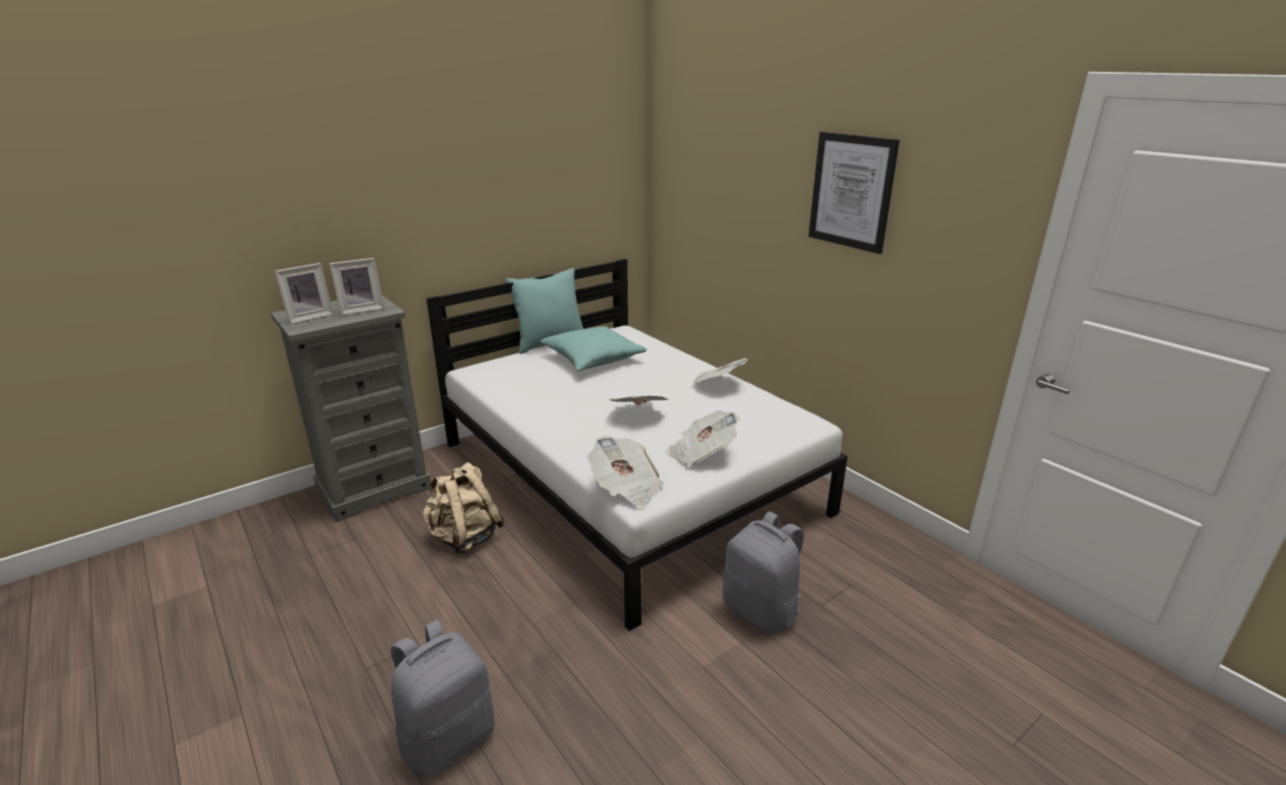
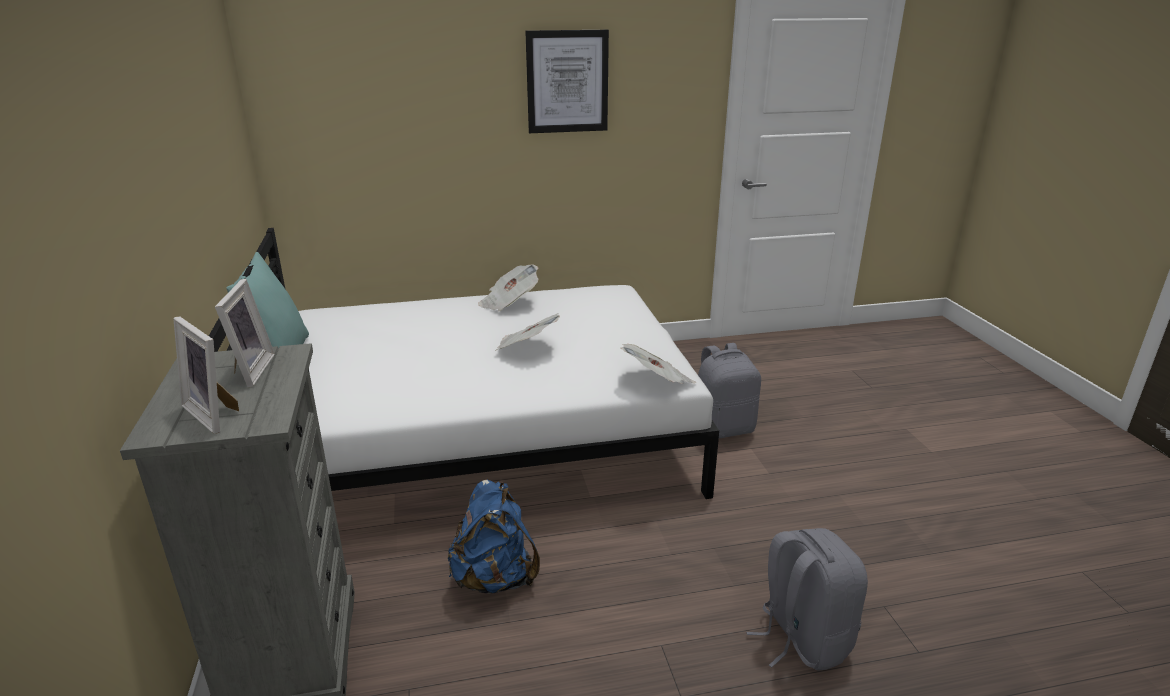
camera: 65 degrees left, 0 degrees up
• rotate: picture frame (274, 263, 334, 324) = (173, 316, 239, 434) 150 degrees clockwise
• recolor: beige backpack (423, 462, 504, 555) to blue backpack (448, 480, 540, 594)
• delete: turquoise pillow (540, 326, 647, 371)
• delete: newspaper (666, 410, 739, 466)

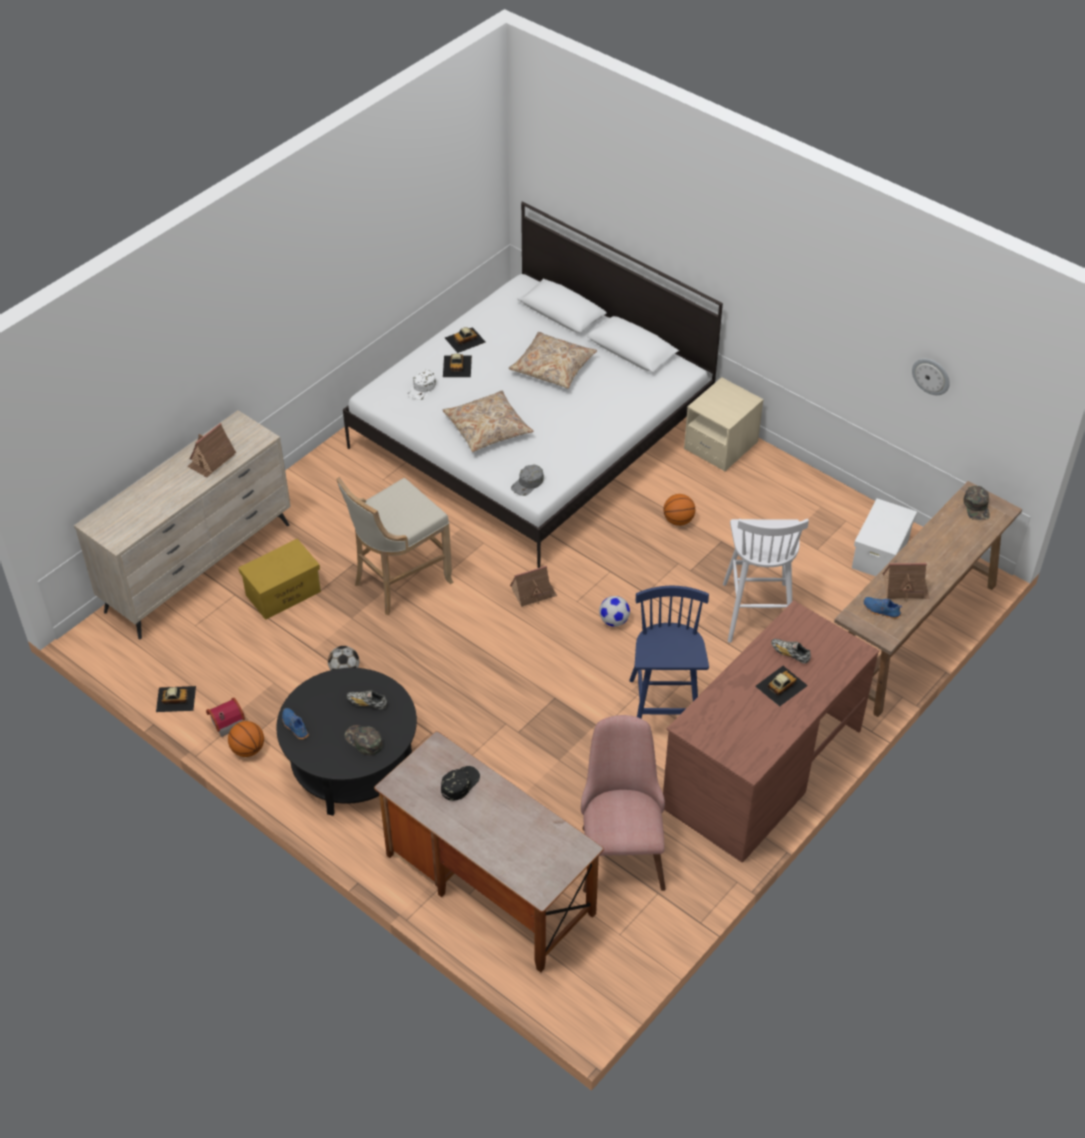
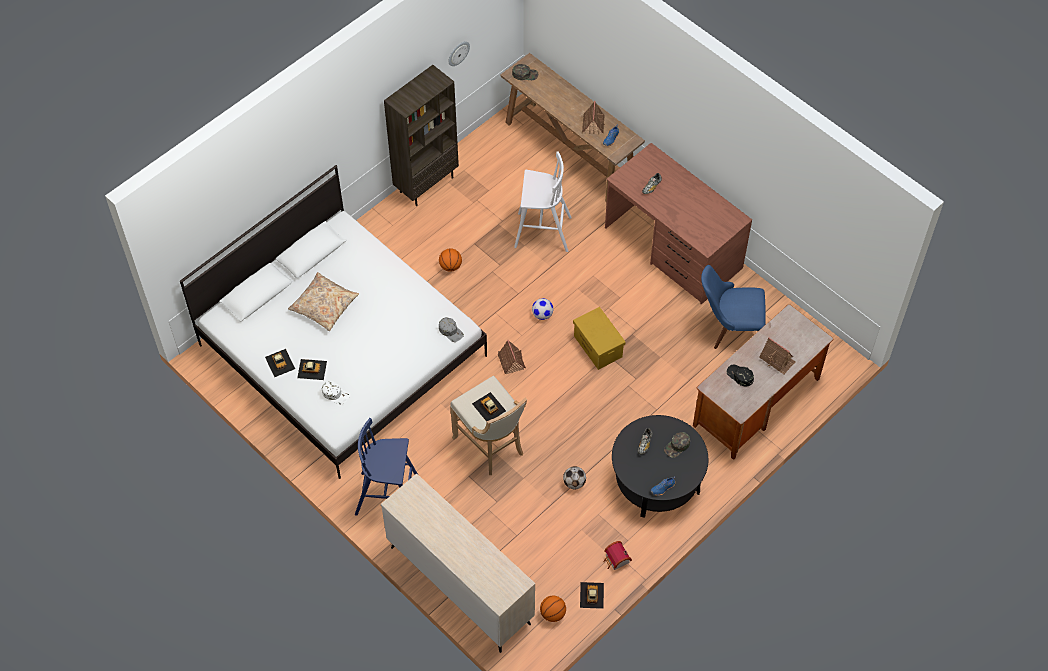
camera: 85 degrees left, 10 degrees up
• move: toy house (187, 423, 236, 477) to (759, 337, 795, 374)
• move: basketball (228, 721, 264, 757) to (540, 596, 566, 622)
• move: yellow storage box (238, 539, 321, 620) to (573, 307, 626, 370)
• delete: beige pillow (442, 391, 533, 452)
• recolor: pink chair (581, 715, 666, 893) to blue chair (701, 265, 766, 349)
• move: blue stool (629, 586, 709, 719) to (355, 418, 418, 515)
• delete: beige nightstand (684, 377, 764, 472)
• move: toy car (756, 666, 808, 706) to (472, 392, 506, 422)
• delete: white storage box (852, 498, 917, 576)
• insert: brown bookcase (384, 65, 459, 206)

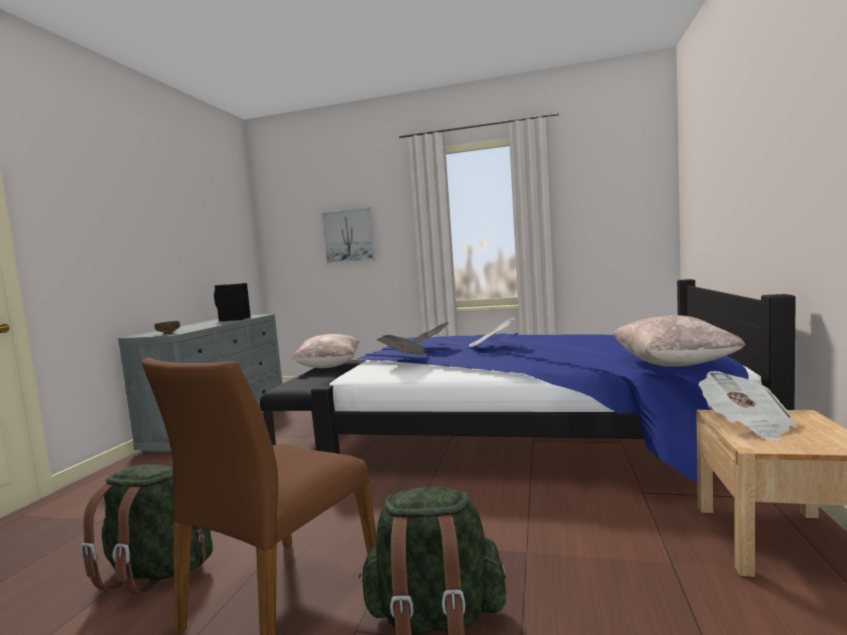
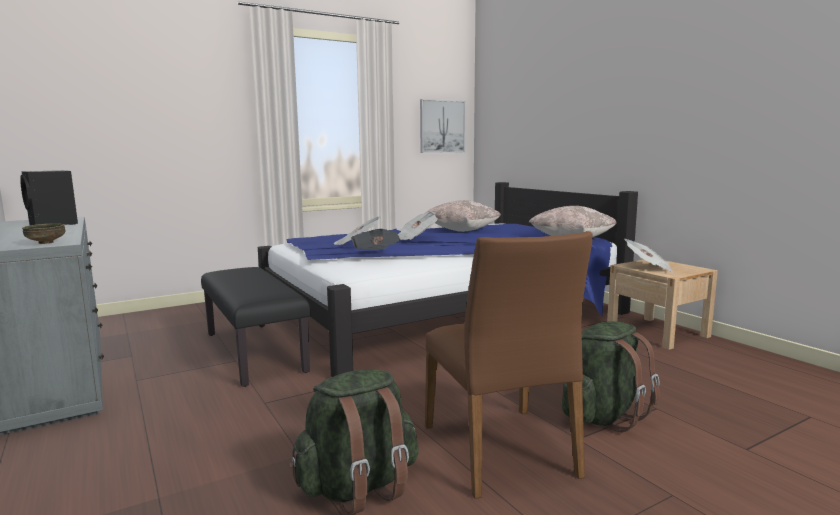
camera: 45 degrees left, 5 degrees up
• move: beige pillow (291, 334, 360, 368) to (425, 200, 501, 232)
• move: picture (321, 207, 375, 264) to (420, 99, 465, 153)

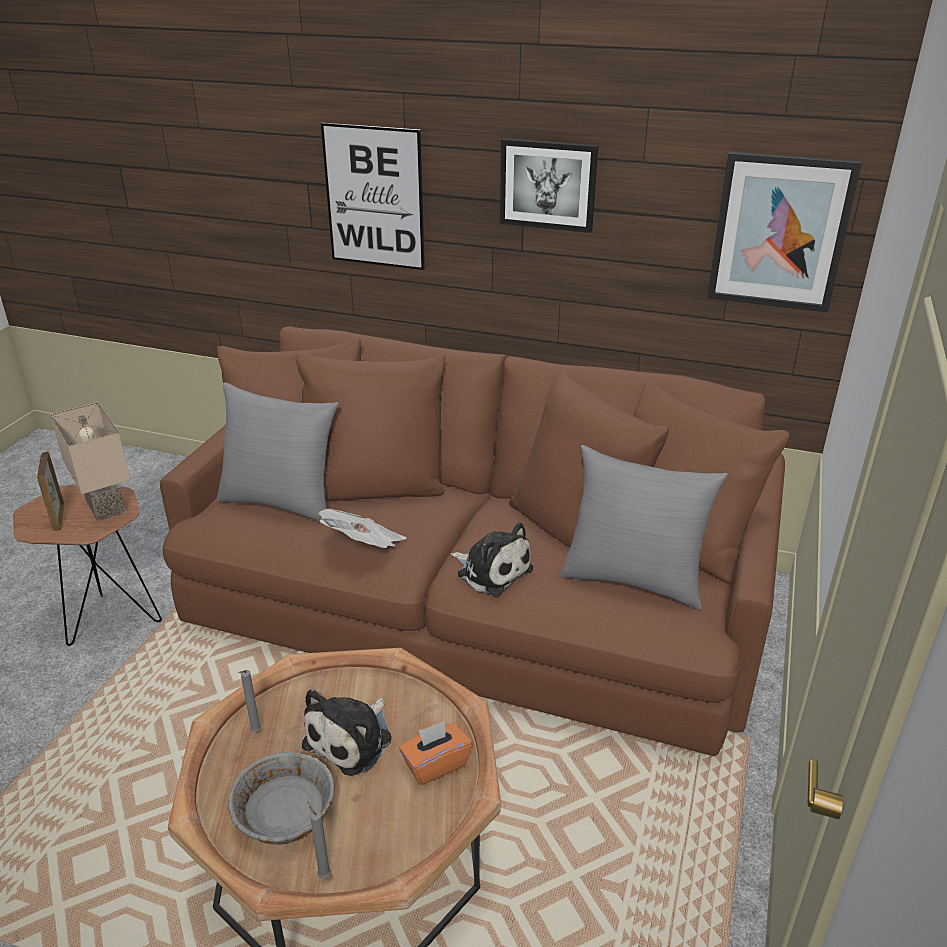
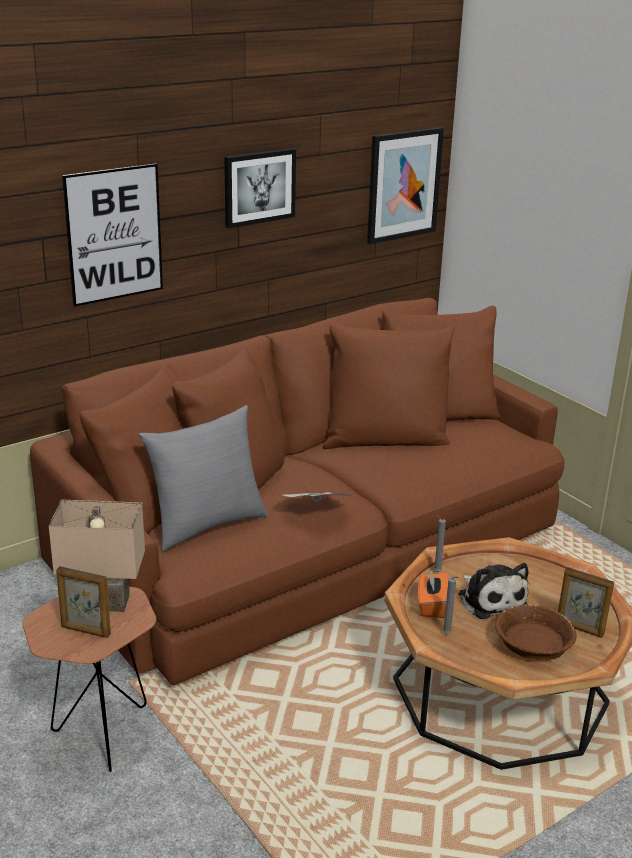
camera: 55 degrees left, 5 degrees down
• recolor: grey bowl (228, 752, 335, 845) to brown bowl (495, 604, 577, 660)
• move: grey candle (307, 801, 331, 879) to (434, 515, 446, 572)
• move: orange tissue box (399, 721, 472, 785) to (418, 569, 450, 618)
• delete: plush toy (451, 523, 533, 596)
• delete: grey pillow (560, 445, 728, 610)
• insert: picture frame (558, 567, 614, 638)

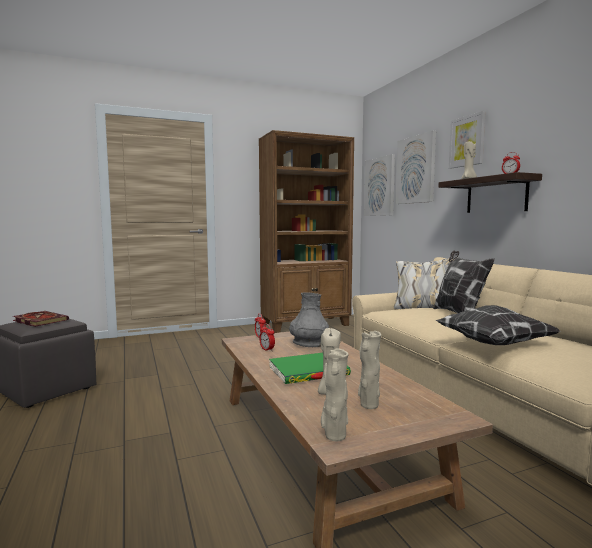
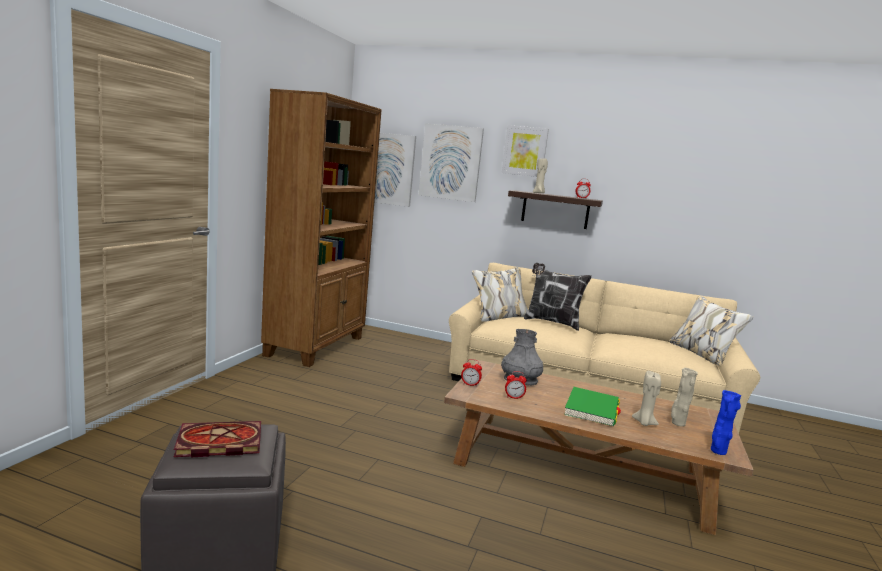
camera: 50 degrees left, 5 degrees up
• recolor: beige vase (321, 349, 349, 441) to blue vase (711, 390, 741, 455)
• delete: pillow (435, 305, 560, 345)

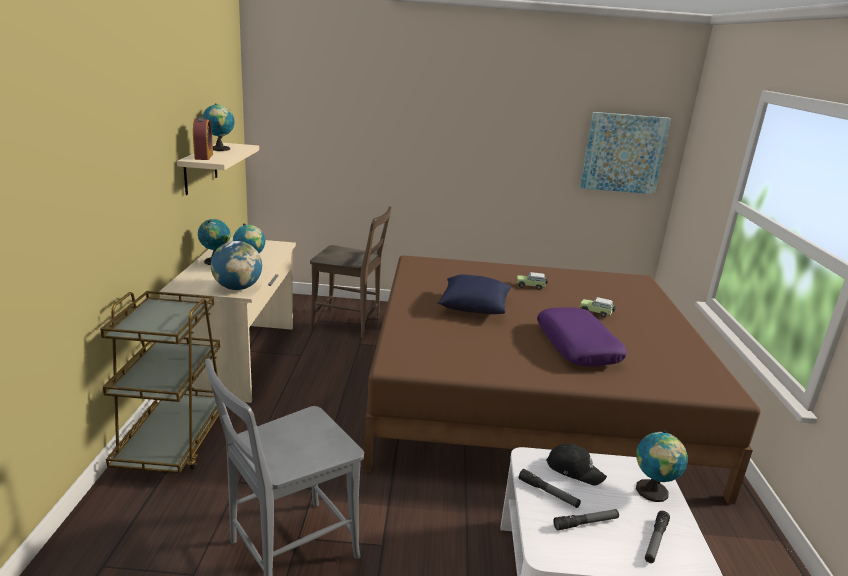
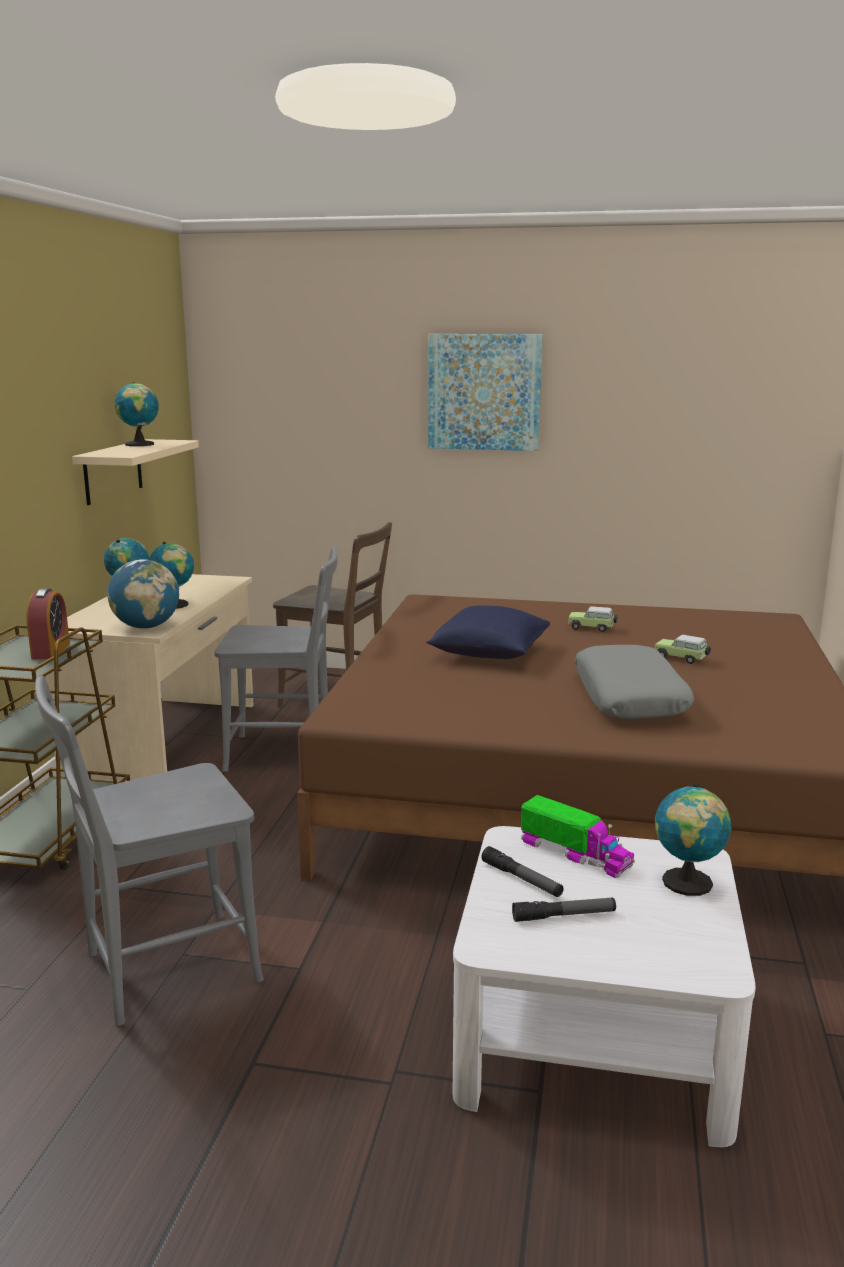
camera: 10 degrees right, 5 degrees down
• move: alarm clock (193, 117, 213, 160) to (26, 588, 70, 659)
• recolor: purple pillow (537, 307, 627, 366) to grey pillow (575, 645, 694, 719)
• replace: black cap (546, 443, 607, 486) to toy truck (521, 795, 635, 878)
• move: picture (580, 112, 671, 194) to (428, 334, 543, 451)
• delete: flashlight (645, 511, 670, 563)
• insert: grey chair (215, 546, 338, 772)

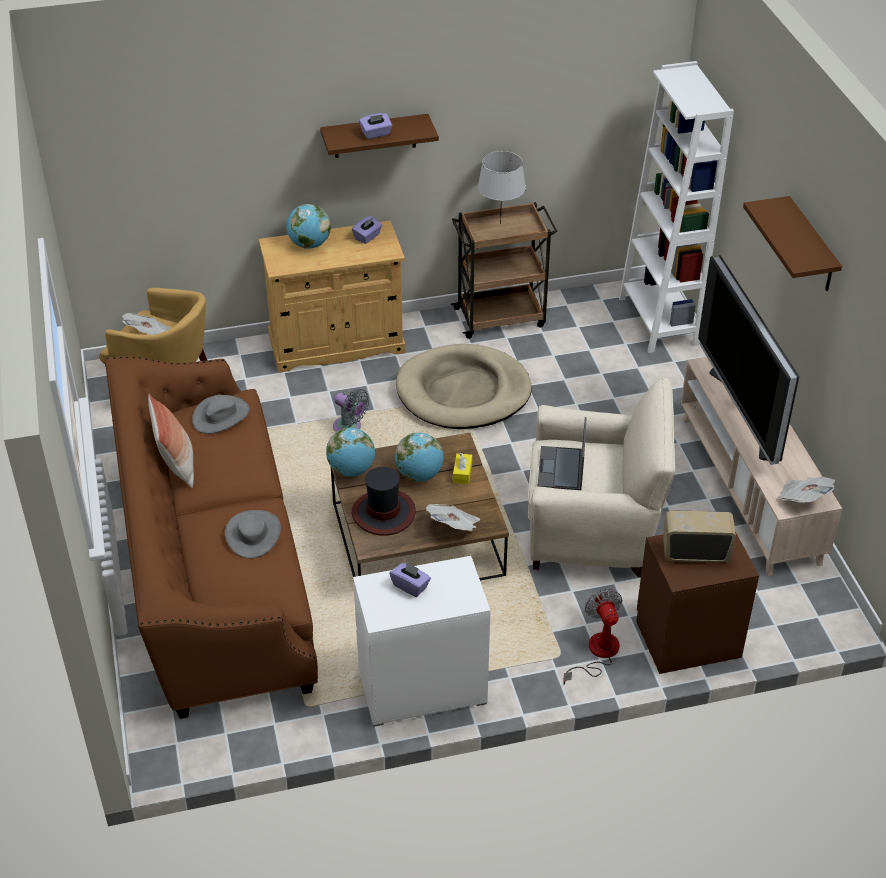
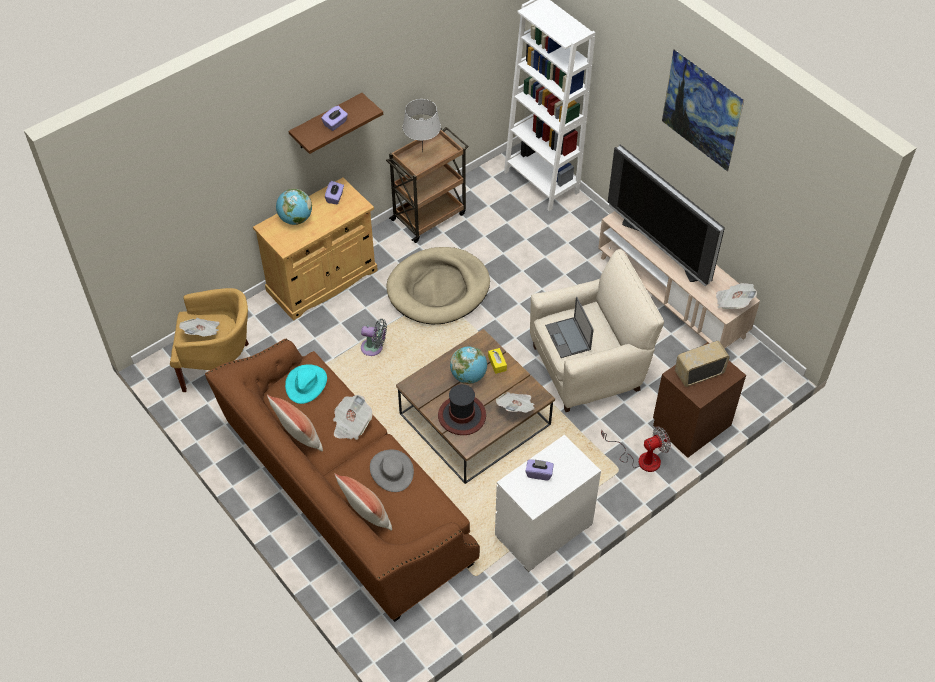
camera: 25 degrees left, 10 degrees up
• recolor: grey hat (192, 395, 250, 434) to turquoise hat (285, 364, 327, 404)
• delete: globe (326, 428, 375, 477)
• rotate: fan (563, 589, 622, 685) = (601, 426, 671, 472) 105 degrees clockwise
• replace: brown shelf (743, 196, 842, 291) to picture (662, 49, 744, 172)
• insert: newspaper (333, 395, 372, 440)
• insert: pillow (335, 473, 392, 531)

